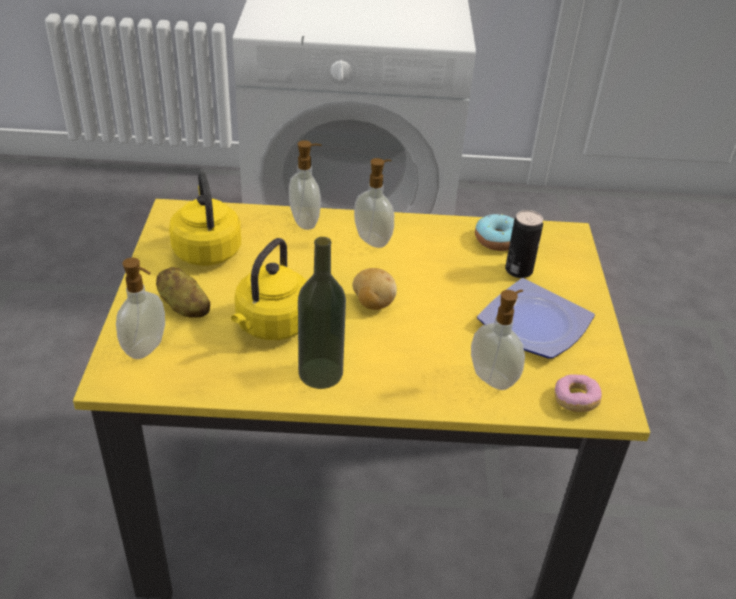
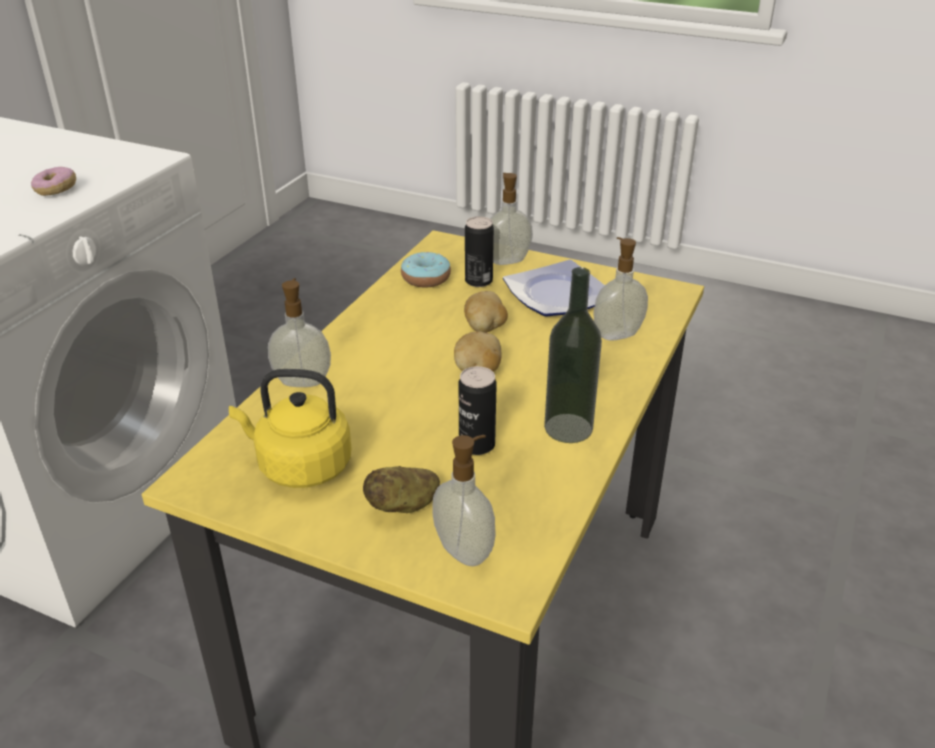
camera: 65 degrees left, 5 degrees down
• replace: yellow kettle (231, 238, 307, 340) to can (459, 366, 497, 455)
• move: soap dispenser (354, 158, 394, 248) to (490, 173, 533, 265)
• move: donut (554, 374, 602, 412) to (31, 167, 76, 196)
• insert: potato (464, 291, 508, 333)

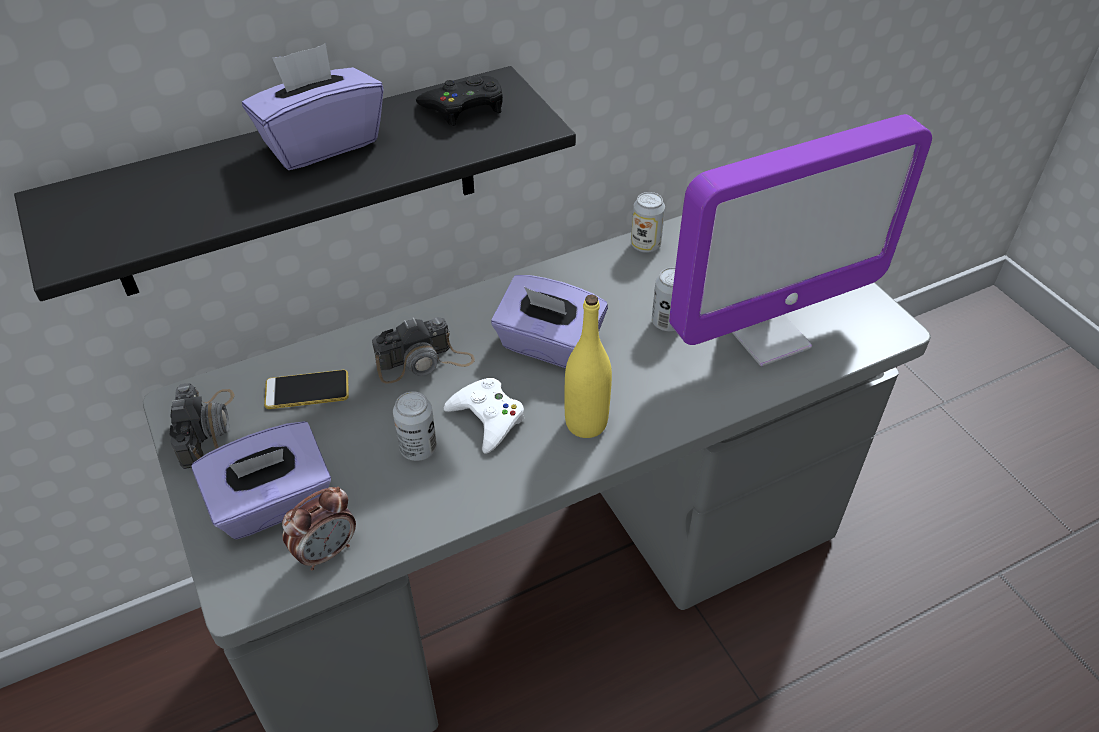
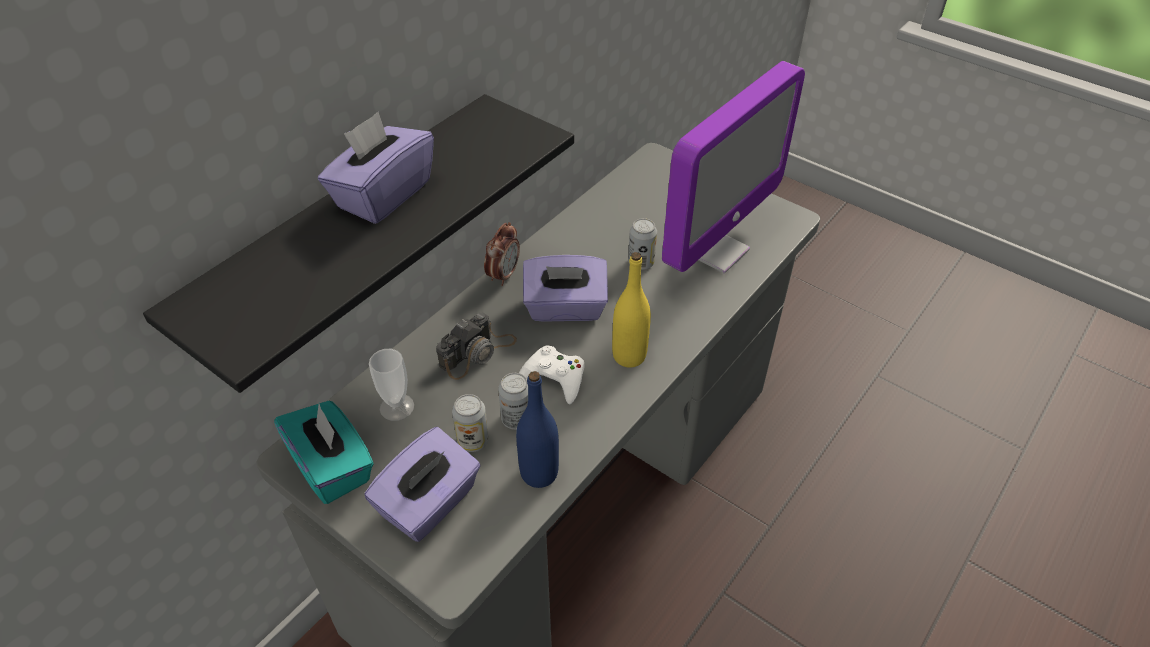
camera: 25 degrees left, 0 degrees up
• replace: photo camera (169, 383, 234, 469) to turquoise tissue box (274, 401, 374, 504)
• replace: phone (264, 370, 349, 409) to cup (369, 349, 414, 421)
• move: alarm clock (282, 487, 356, 570) to (484, 222, 520, 286)
• delete: black game controller (416, 76, 503, 126)
• move: can (631, 192, 665, 253) to (452, 394, 489, 452)
• insert: blue bottle (516, 371, 559, 488)

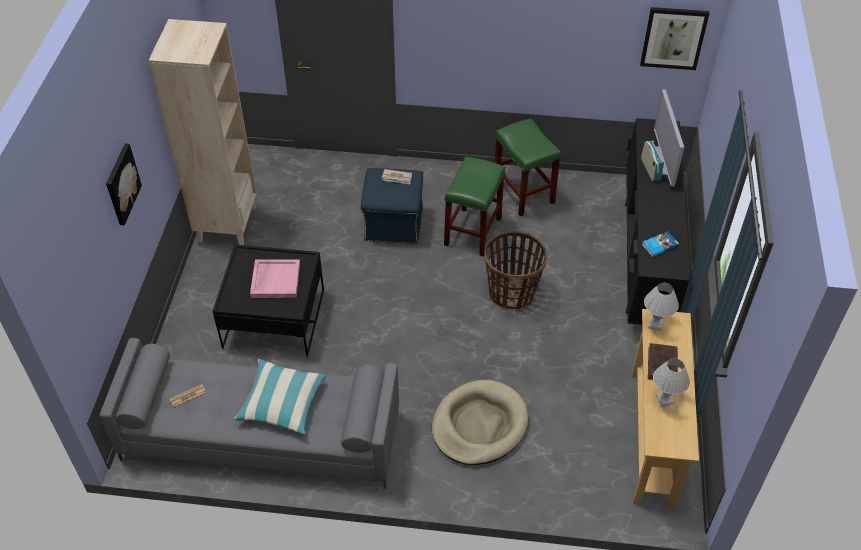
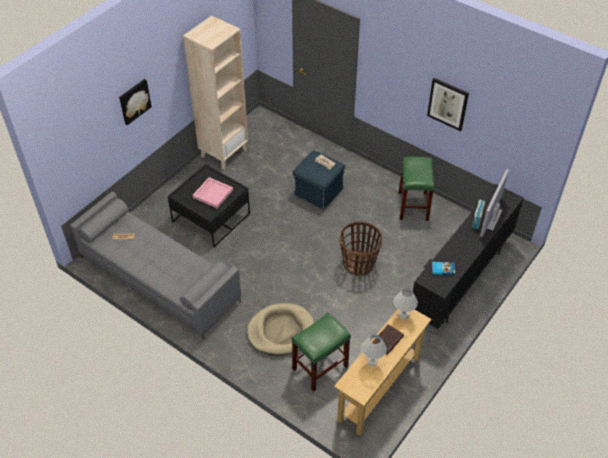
camera: 30 degrees right, 0 degrees up
• delete: pillow (234, 359, 326, 435)
• move: green stool (444, 156, 505, 257) to (292, 312, 351, 392)
• move: picture (640, 7, 709, 70) to (427, 78, 469, 131)

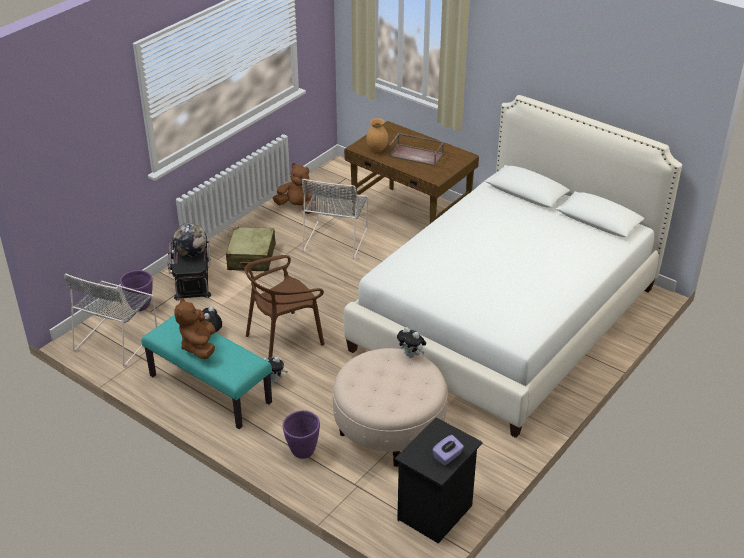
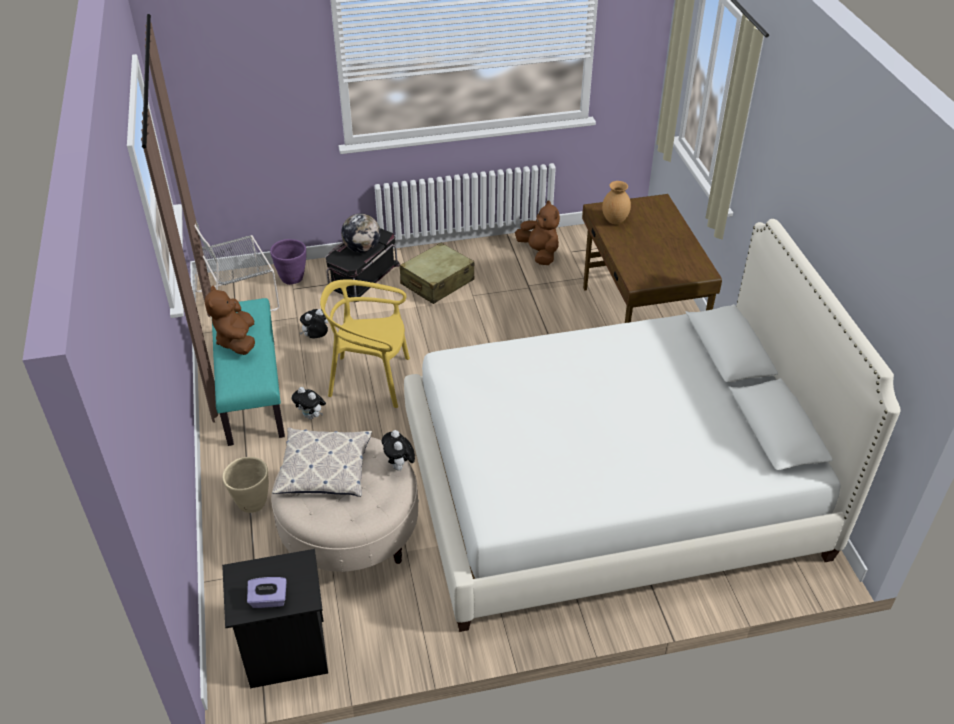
camera: 40 degrees right, 5 degrees up
• rotate: brown plush toy (174, 298, 215, 359) = (205, 286, 255, 355) 45 degrees counterclockwise
• recolor: brown chair (244, 255, 325, 358) to yellow chair (320, 279, 410, 408)
• recolor: purple planter (283, 410, 320, 459) to beige planter (222, 457, 269, 513)
• delete: grey chair (302, 179, 369, 259)
• delete: brown tray (389, 133, 444, 166)
• insert: pillow (272, 428, 372, 497)

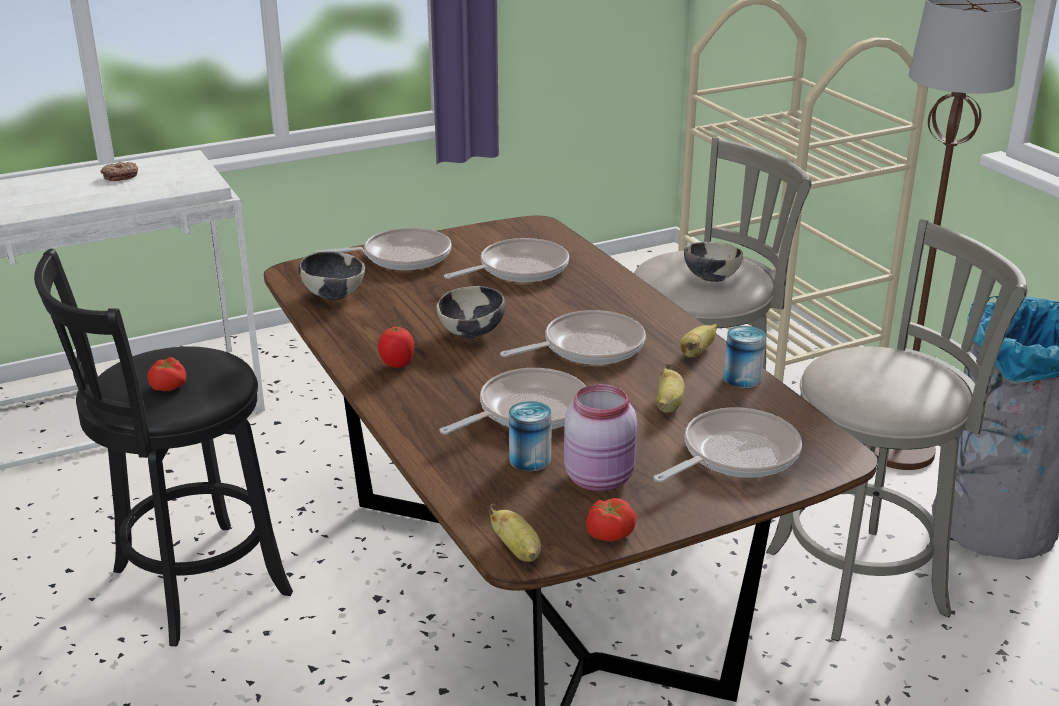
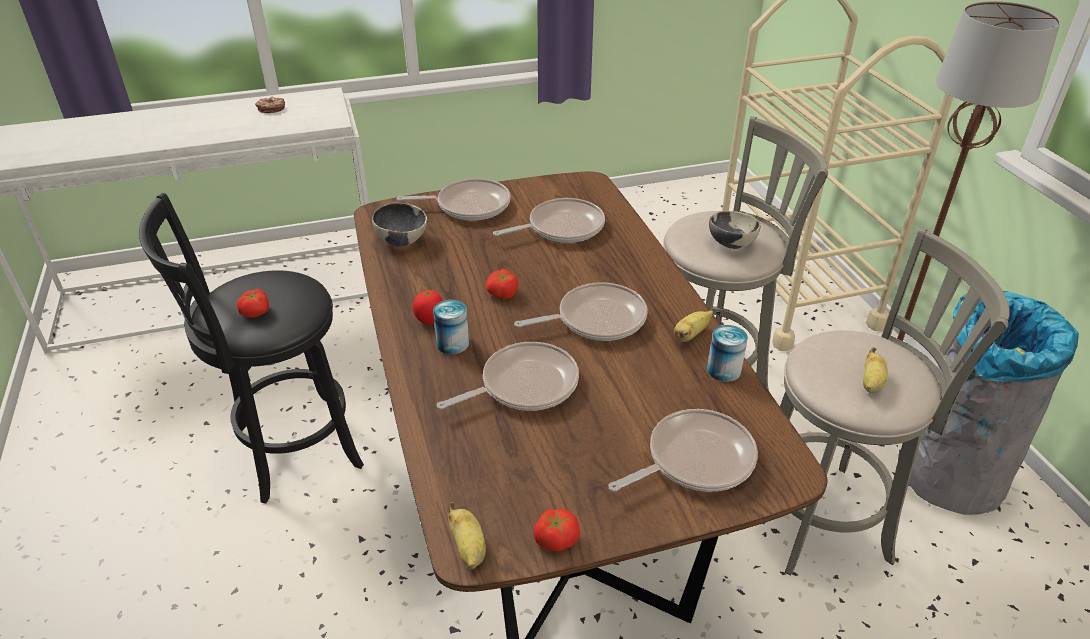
camera: 10 degrees right, 10 degrees up
• replace: bowl (437, 286, 506, 339) to tomato (486, 269, 518, 299)
• move: can (509, 401, 552, 472) to (433, 300, 469, 354)
• delete: pink jar (564, 384, 637, 491)
• move: banana (656, 363, 685, 413) to (863, 347, 888, 393)

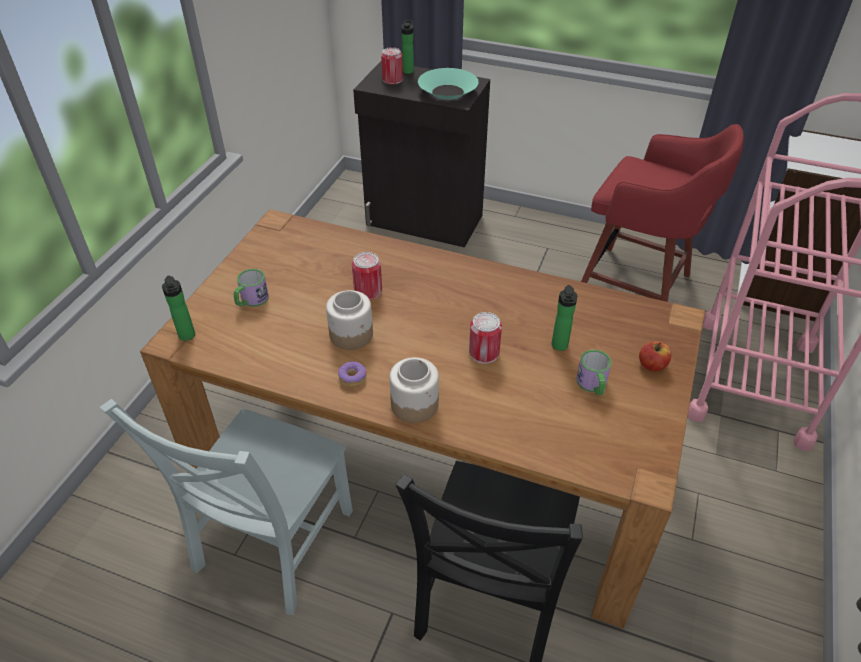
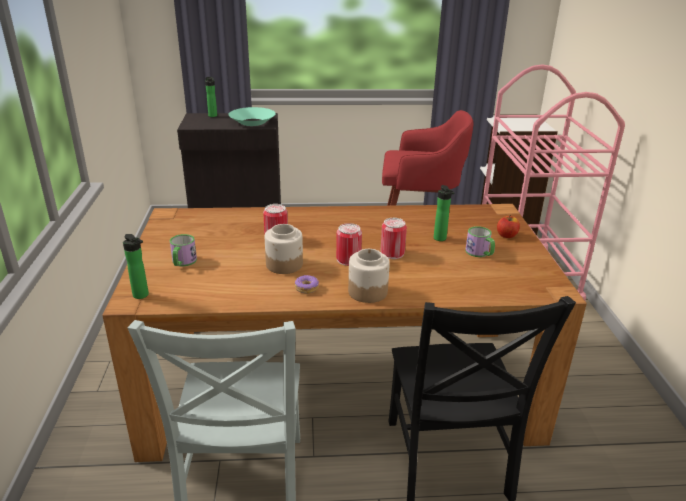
camera: 25 degrees left, 15 degrees down
• move: can (381, 47, 403, 84) to (336, 223, 362, 266)

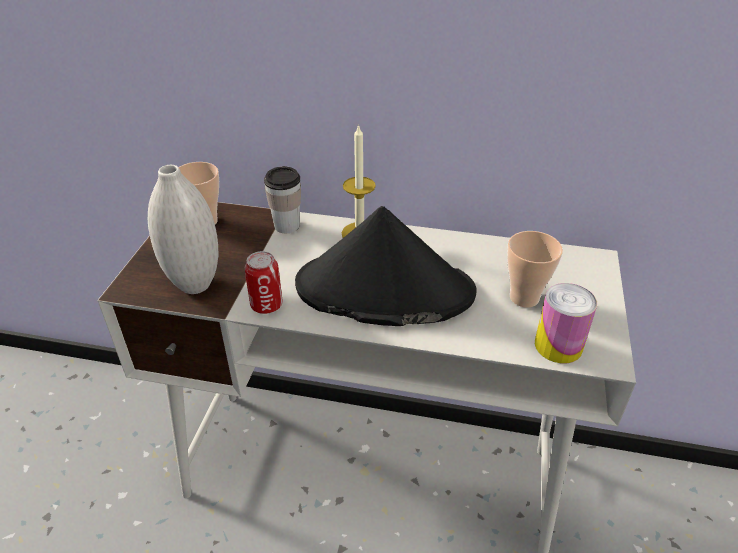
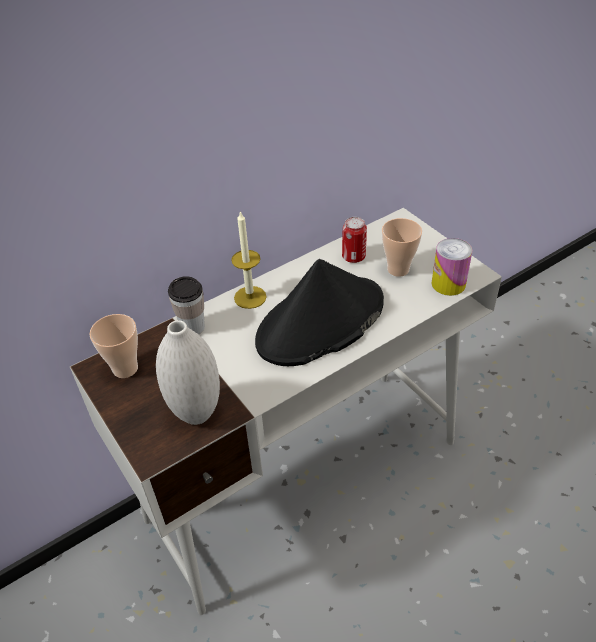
camera: 45 degrees left, 5 degrees up
• move: can (245, 251, 283, 314) to (342, 217, 367, 263)

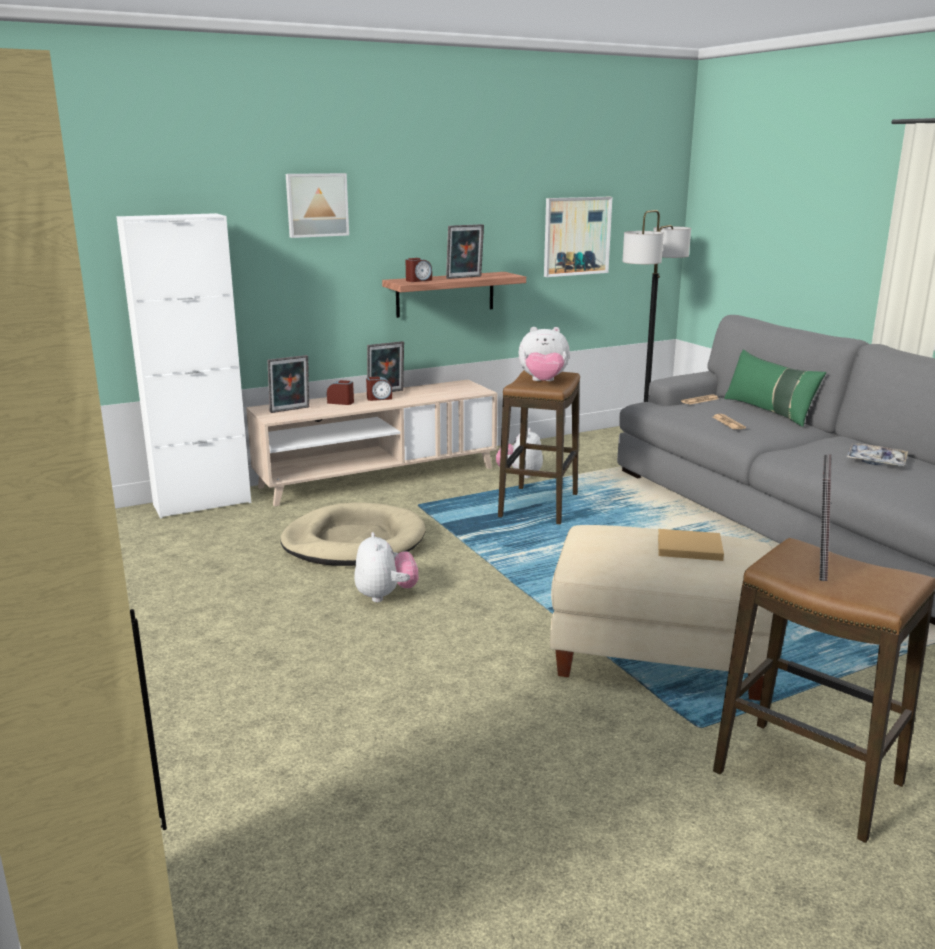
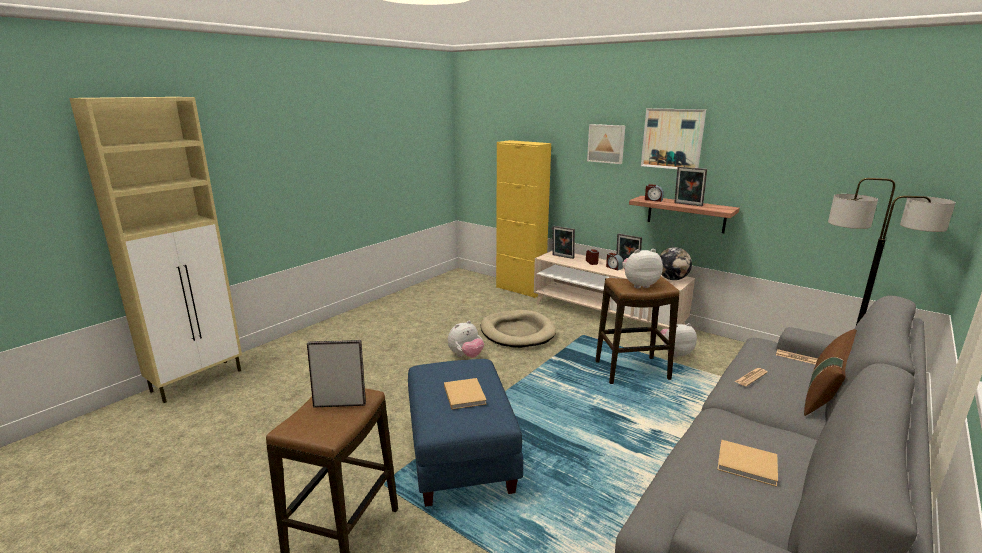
camera: 65 degrees right, 0 degrees up
• recolor: white cabinet (116, 213, 251, 519) to yellow cabinet (496, 140, 551, 298)
• rotate: plush toy (519, 327, 570, 381) = (622, 249, 663, 288) 105 degrees clockwise
• move: picture (544, 197, 612, 277) to (641, 108, 706, 169)
• recolor: beige ottoman (550, 525, 773, 701) to blue ottoman (408, 359, 523, 507)
• recolor: green pillow (724, 349, 826, 427) to brown pillow (804, 329, 857, 416)
• replace: tray (846, 443, 908, 466) to beige book (717, 440, 778, 487)
• insert: globe (659, 247, 692, 280)

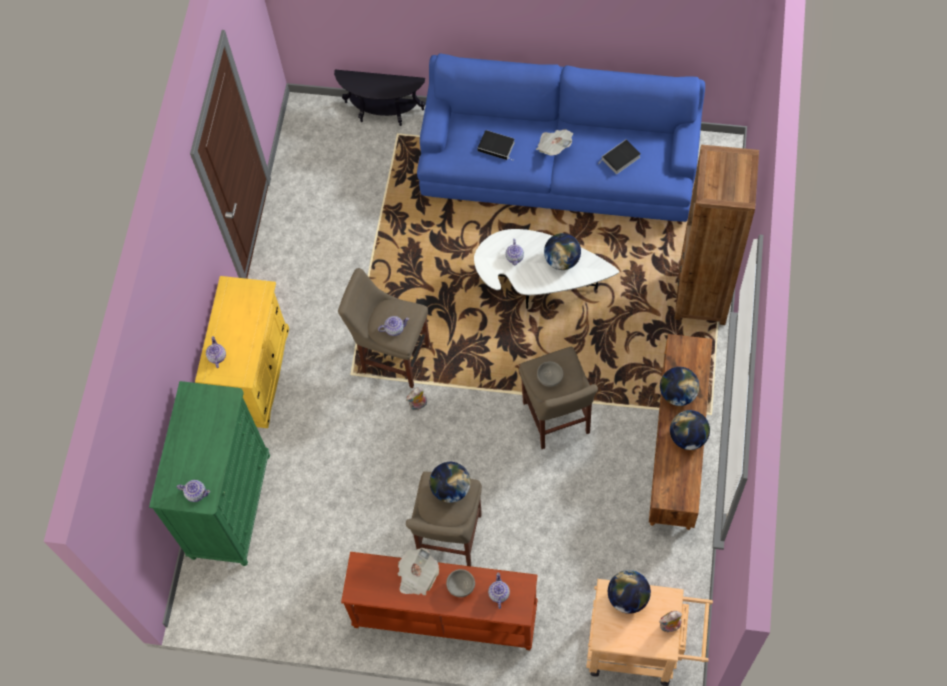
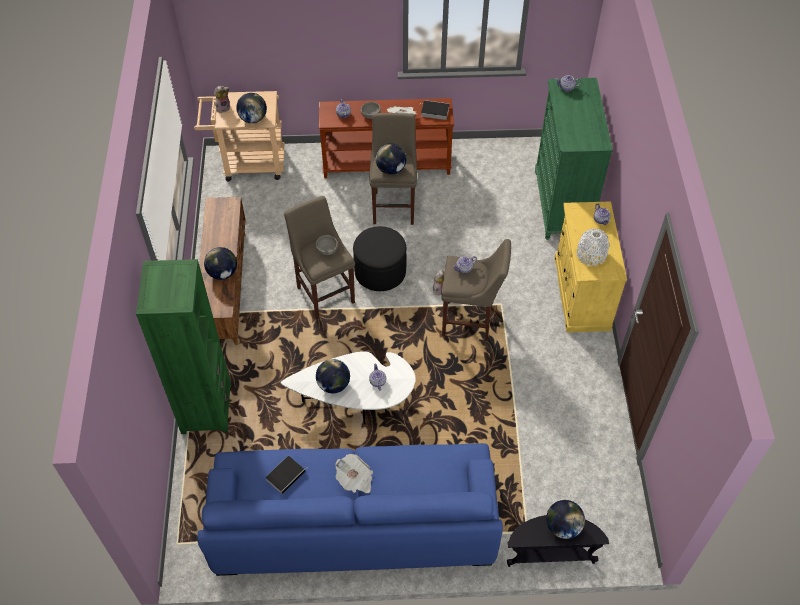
camera: 165 degrees right, 10 degrees down
• move: book (477, 130, 515, 161) to (420, 100, 450, 120)
• move: globe (670, 410, 710, 450) to (546, 500, 585, 539)
• recolor: brown bookcase (674, 145, 759, 325) to green bookcase (136, 259, 231, 434)
• insert: black ottoman (353, 226, 406, 291)
• insert: white vase (577, 228, 609, 266)

